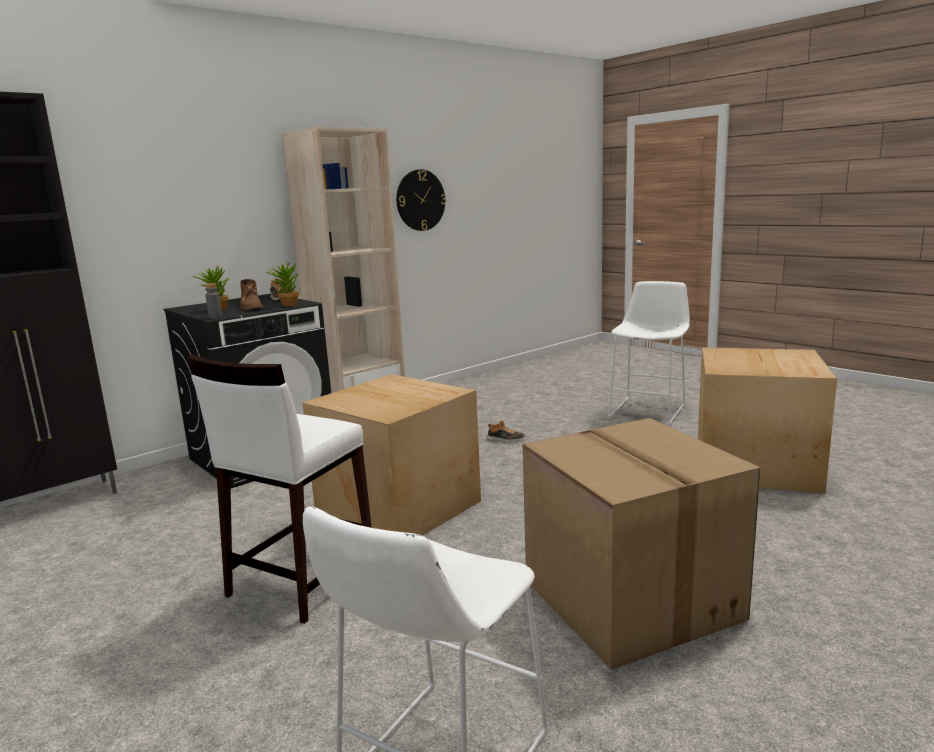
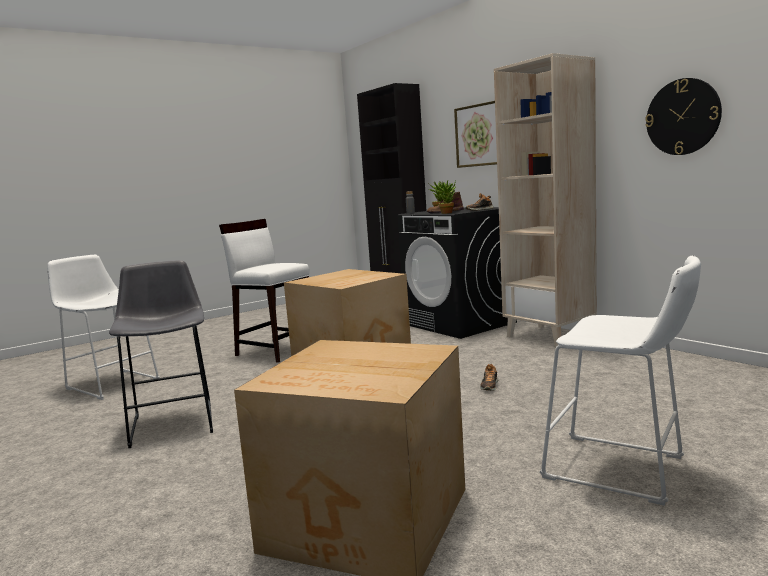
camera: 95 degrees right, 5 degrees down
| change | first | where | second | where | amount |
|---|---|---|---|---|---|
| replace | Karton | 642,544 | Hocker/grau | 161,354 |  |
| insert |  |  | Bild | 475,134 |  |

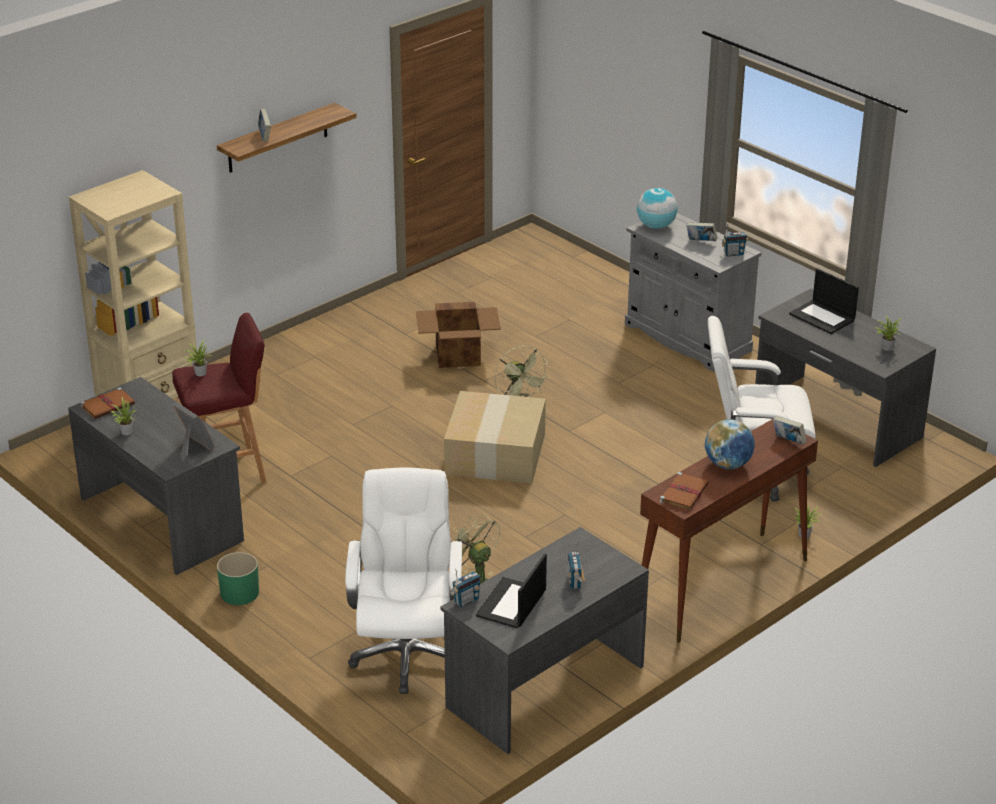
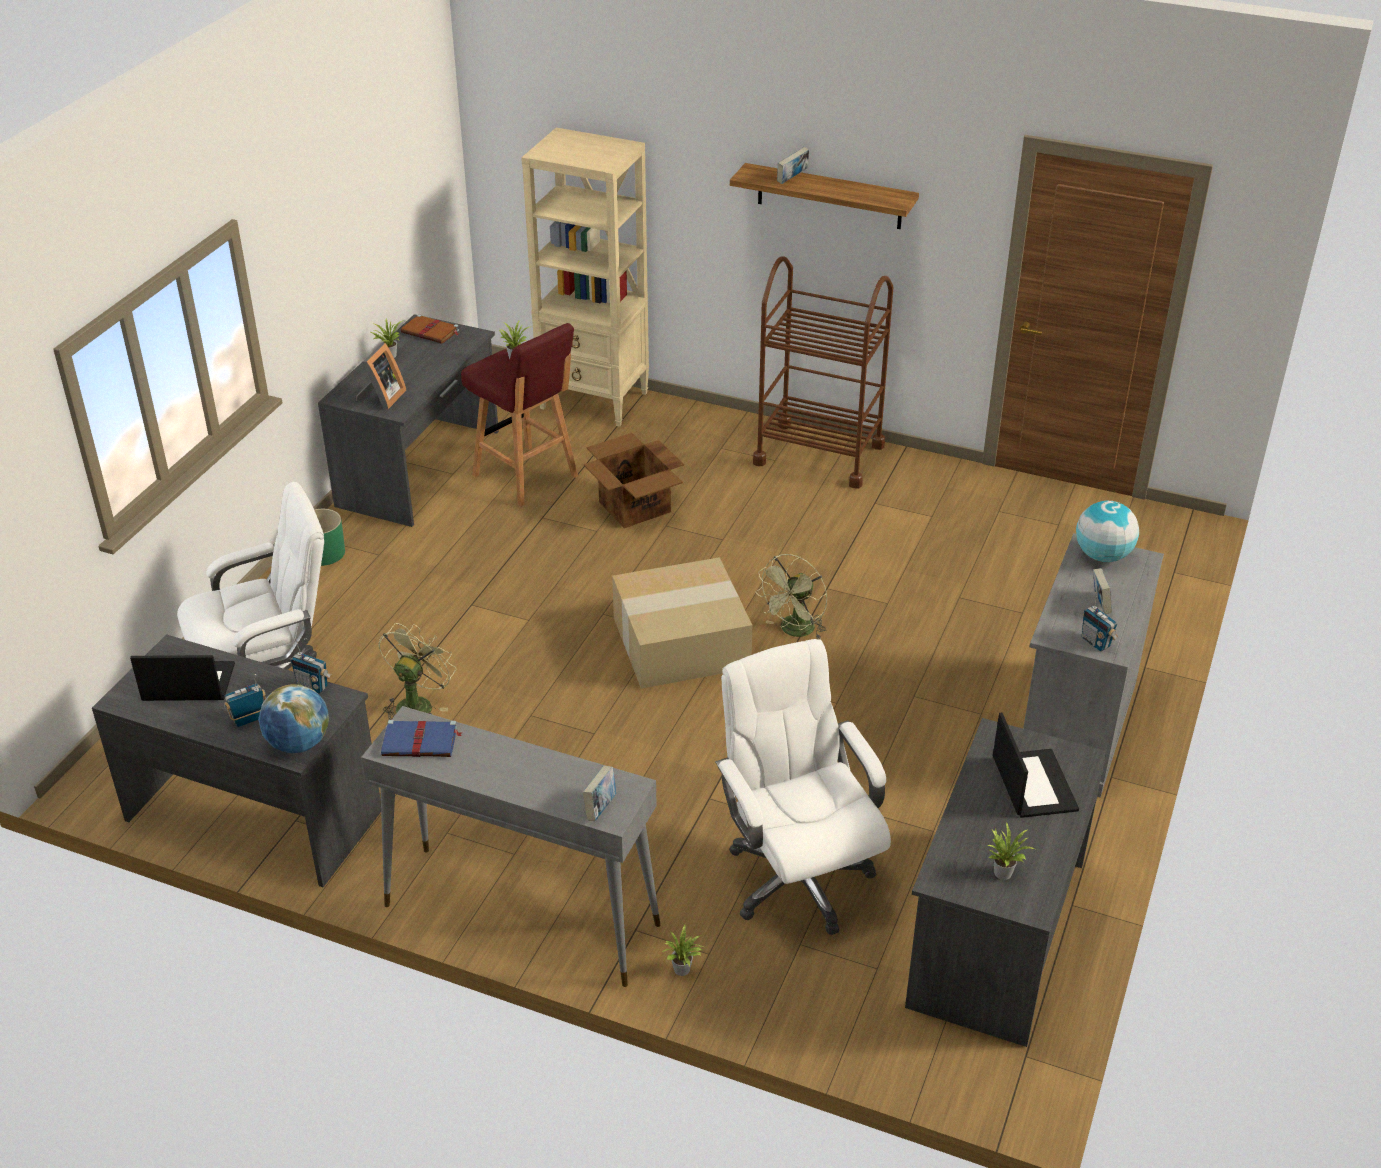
camera: 65 degrees right, 5 degrees up
| change | first | where | second | where | amount |
|---|---|---|---|---|---|
| rotate | Laptop | 824,301 |  | 1036,765 | 150 degrees clockwise |
| move | Karton | 458,335 |  | 634,480 |  |
| recolor | Konsolentisch/braun | 729,530 | Konsolentisch/grau | 510,846 |  |
| move | Globus | 730,444 |  | 293,718 |  |
| recolor | Buch/braun | 684,491 | Buch/blau | 421,738 |  |
| move | Radio | 465,588 |  | 310,666 |  |
| insert |  |  | Rollwagen/braun | 823,372 |  |

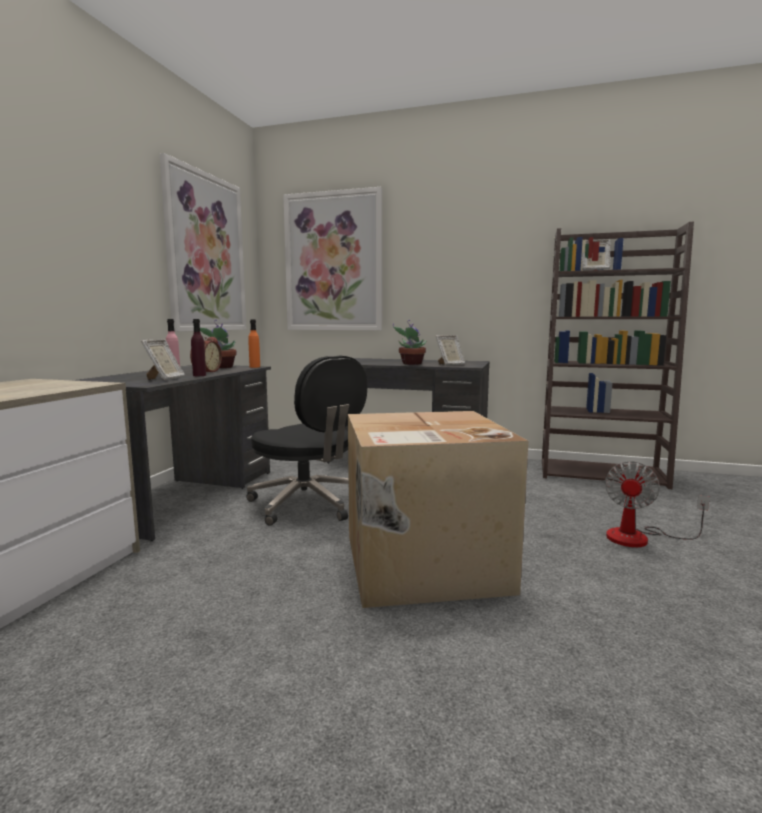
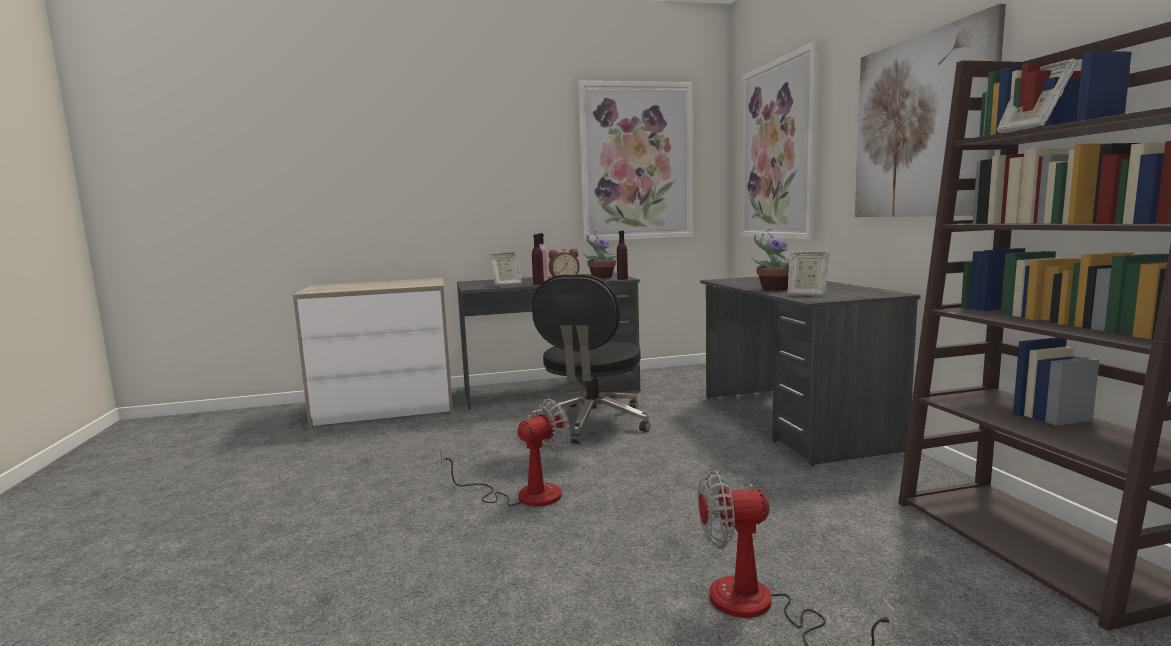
camera: 60 degrees right, 0 degrees up
| change | first | where | second | where | amount |
|---|---|---|---|---|---|
| recolor | Flasche/orange | 254,343 | Flasche/lila | 622,255 |  |
| replace | Karton | 438,509 | Ventilator | 505,452 |  |
| insert |  |  | Bild | 930,110 |  |

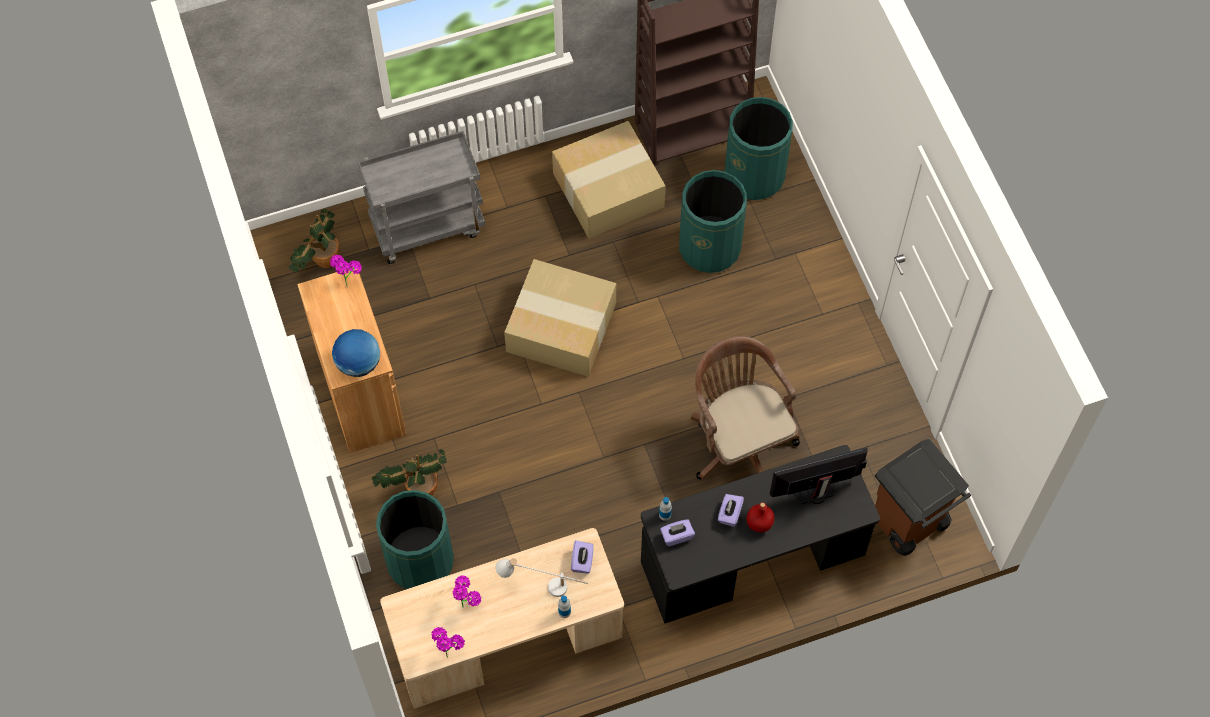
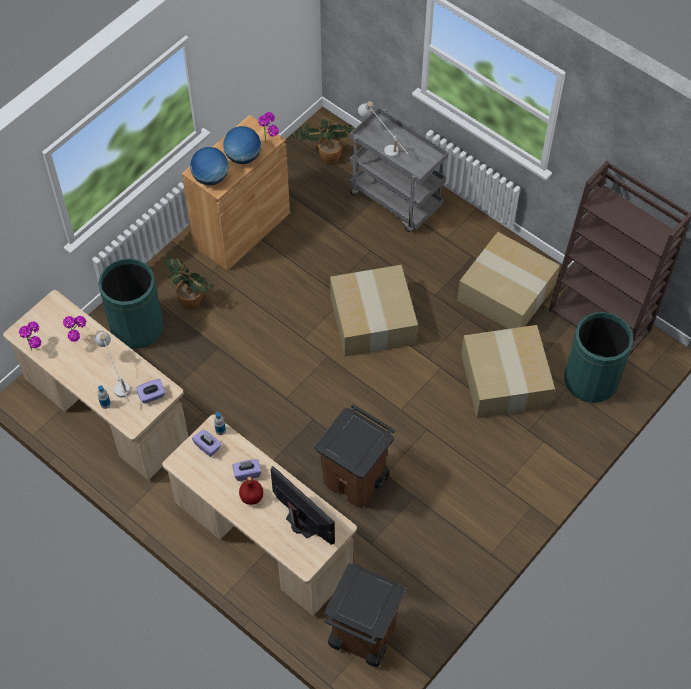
camera: 60 degrees right, 5 degrees down
| change | first | where | second | where | amount |
|---|---|---|---|---|---|
| replace | Mülleimer/grün | 713,221 | Karton | 508,371 |  |
| replace | Bürostuhl/braun | 745,408 | Mülleimer/braun | 354,456 |  |
| recolor | Schreibtisch/schwarz | 760,534 | Schreibtisch/beige | 259,515 |  |
| insert |  |  | Tischlampe/weiß | 383,129 |  |
| insert |  |  | Globus | 242,145 |  |

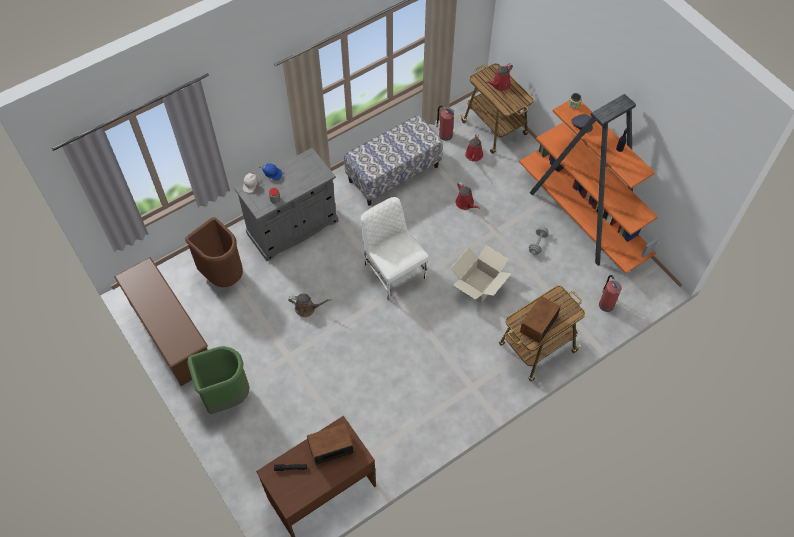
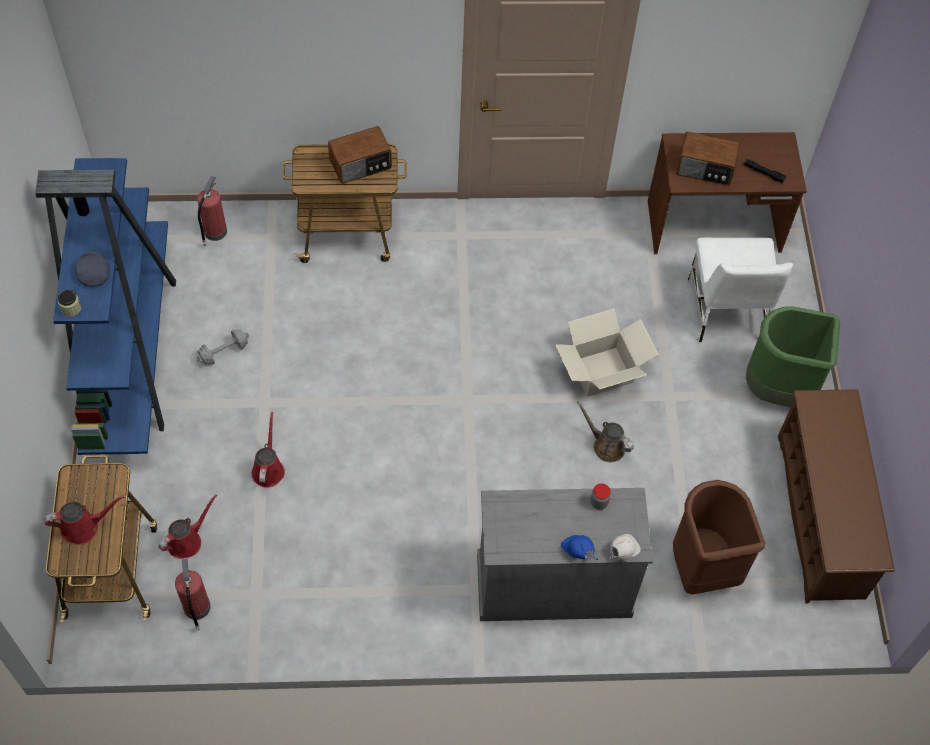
camera: 150 degrees left, 0 degrees up
| change | first | where | second | where | amount |
|---|---|---|---|---|---|
| recolor | Bücherregal/orange | 589,184 | Bücherregal/blau | 105,306 |  |
| delete | Bank | 393,160 |  |  |  |
| move | Stuhl/weiß | 395,249 |  | 740,290 |  |
| move | Karton | 481,274 |  | 607,353 |  |

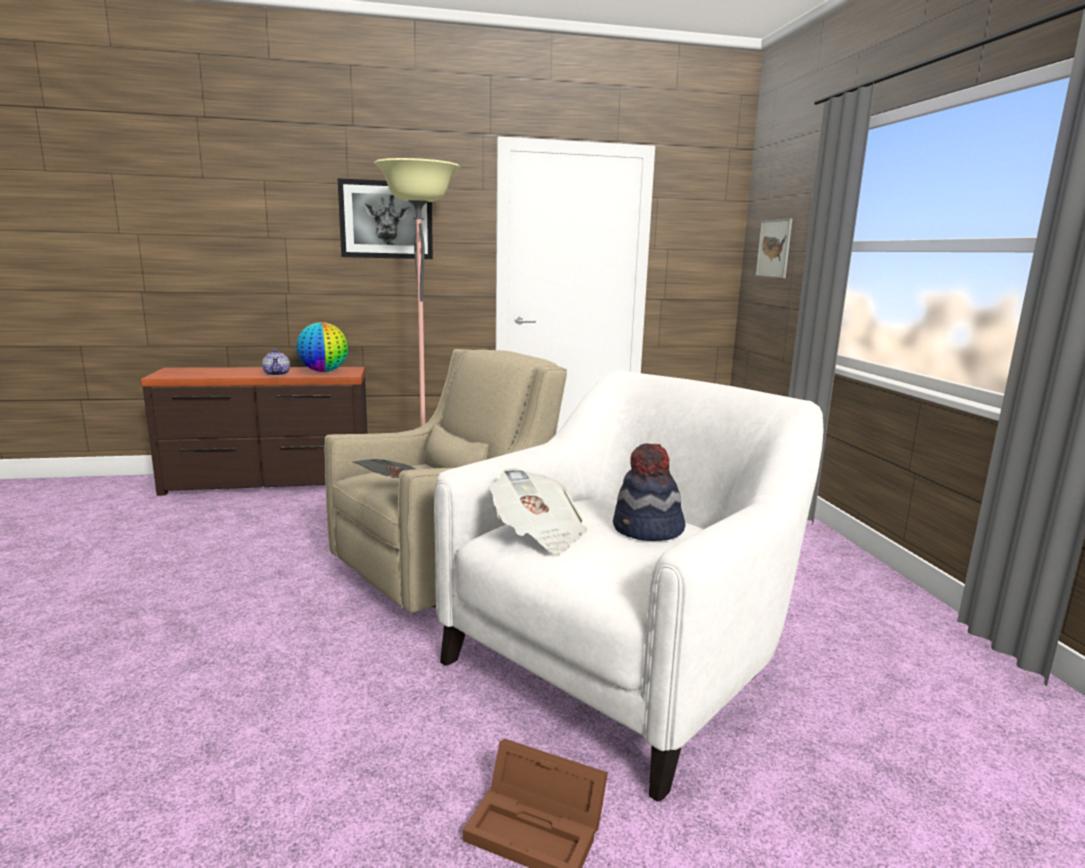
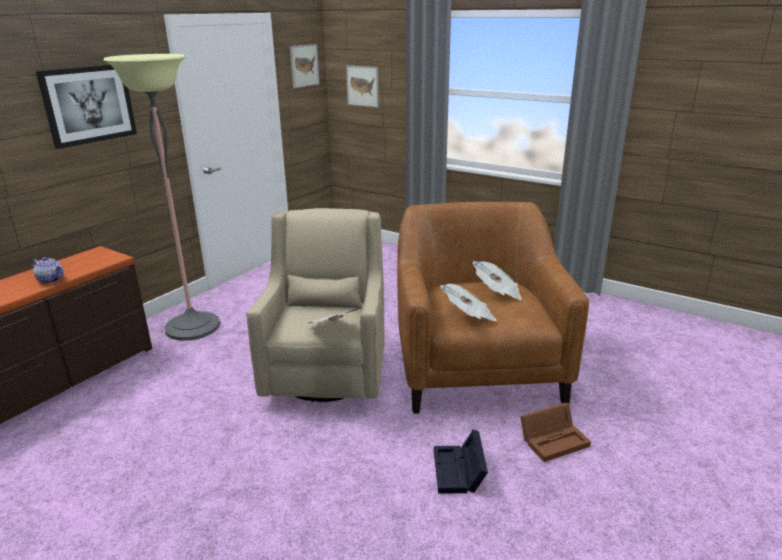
camera: 45 degrees left, 10 degrees up
| change | first | where | second | where | amount |
|---|---|---|---|---|---|
| delete | Globus | 322,347 |  |  |  |
| recolor | Sessel/weiß | 628,586 | Sessel/braun | 493,308 |  |
| replace | Hut | 649,492 | Zeitung | 497,280 |  |
| insert |  |  | Bild | 304,66 |  |
| insert |  |  | Aufbewahrungsbox/schwarz | 461,461 |  |

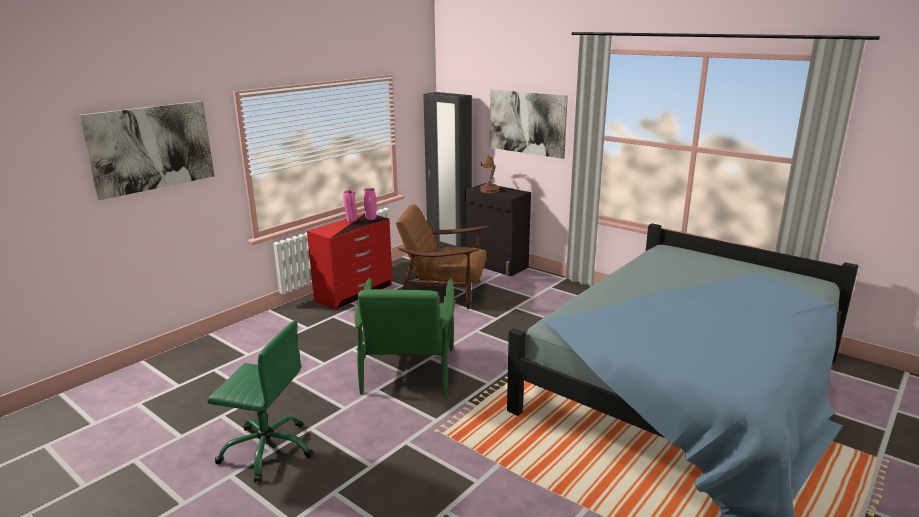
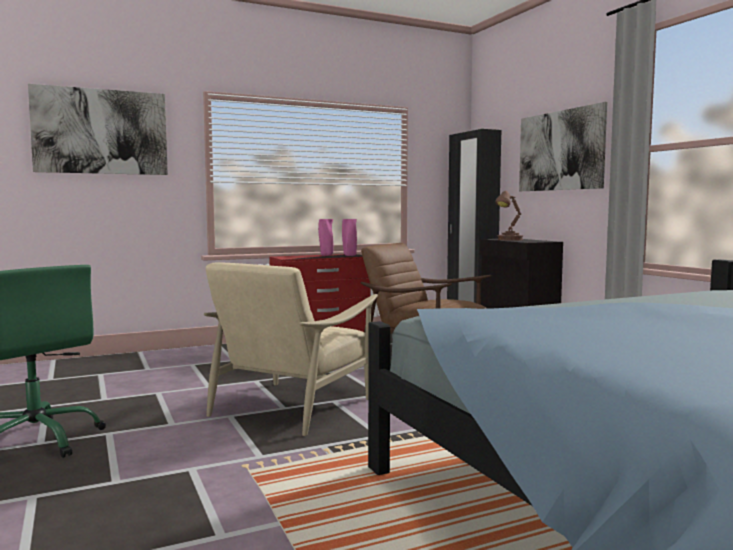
camera: 25 degrees right, 15 degrees down
| change | first | where | second | where | amount |
|---|---|---|---|---|---|
| recolor | Sessel/grün | 404,337 | Sessel/beige | 291,349 |  |

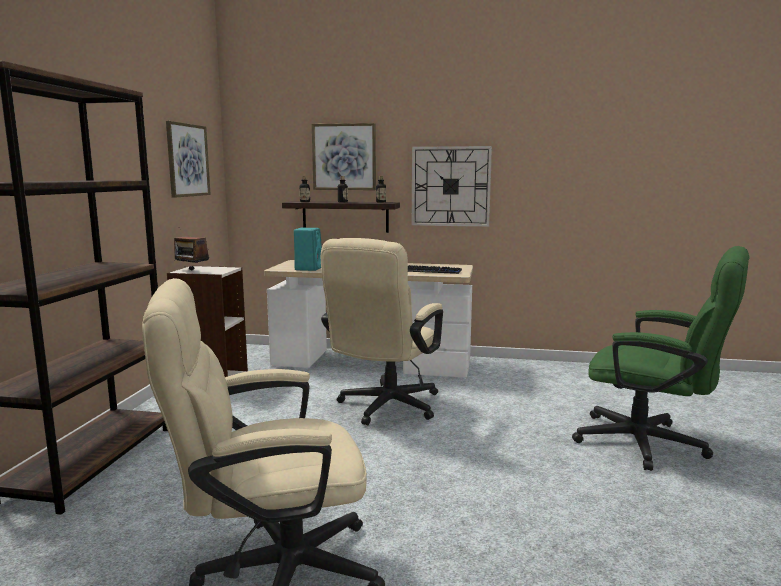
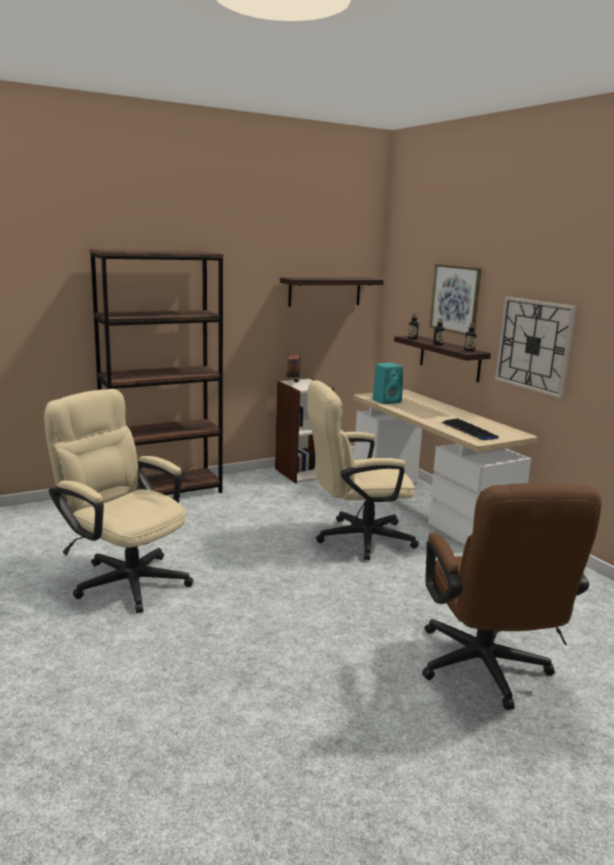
camera: 50 degrees right, 5 degrees up
| change | first | where | second | where | amount |
|---|---|---|---|---|---|
| replace | Bild | 188,159 | Wandregal | 332,292 |  |
| recolor | Bürostuhl/grün | 660,358 | Bürostuhl/braun | 512,596 |  |

